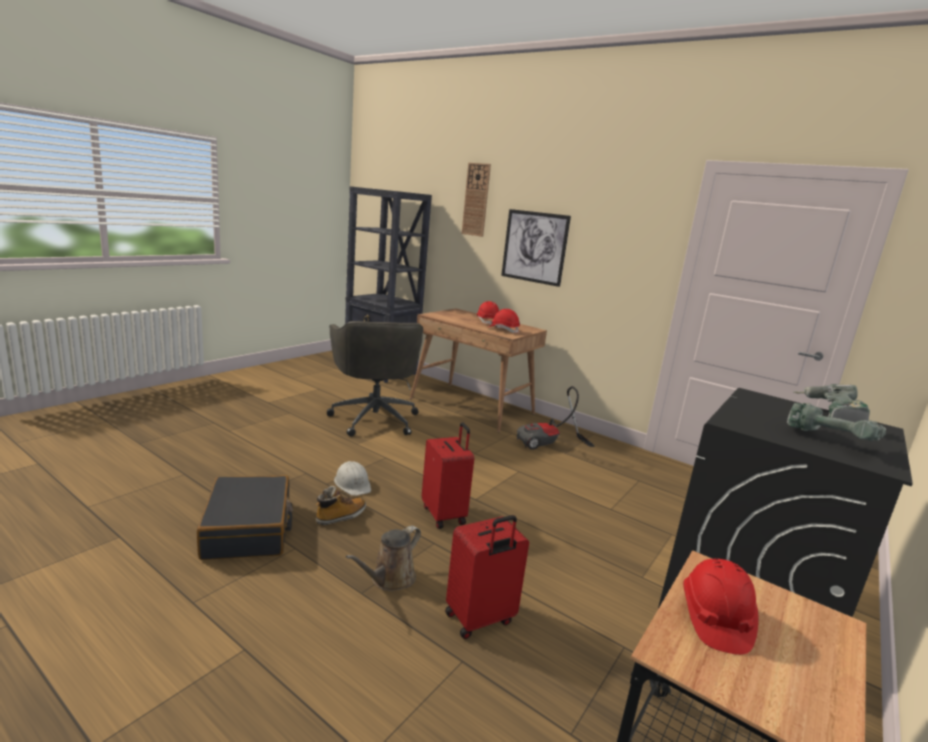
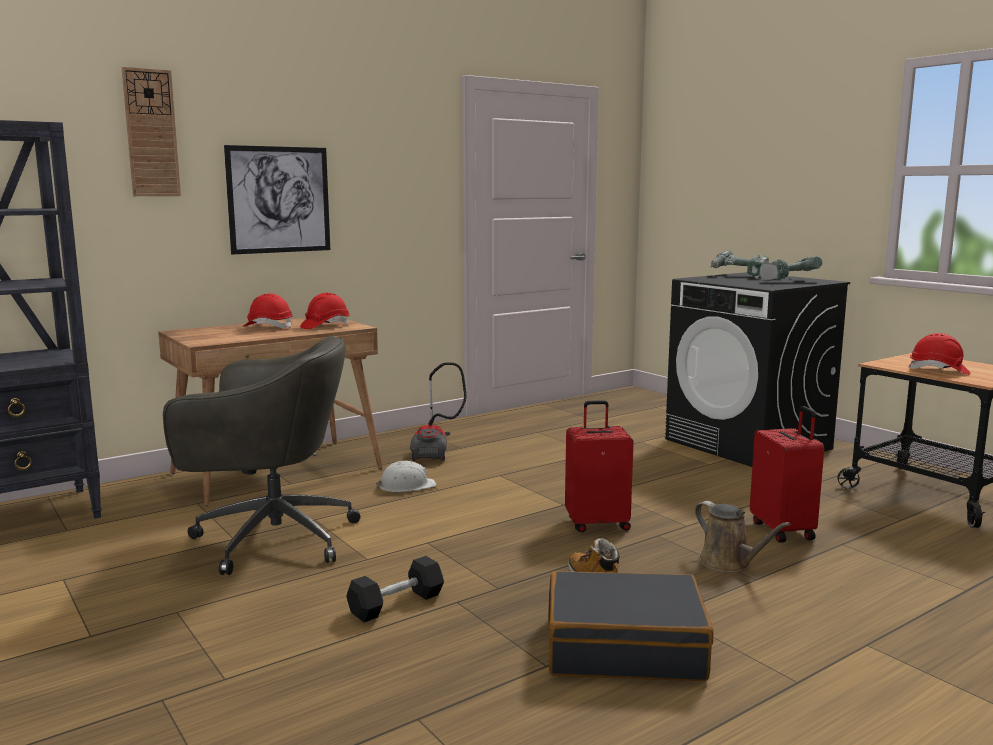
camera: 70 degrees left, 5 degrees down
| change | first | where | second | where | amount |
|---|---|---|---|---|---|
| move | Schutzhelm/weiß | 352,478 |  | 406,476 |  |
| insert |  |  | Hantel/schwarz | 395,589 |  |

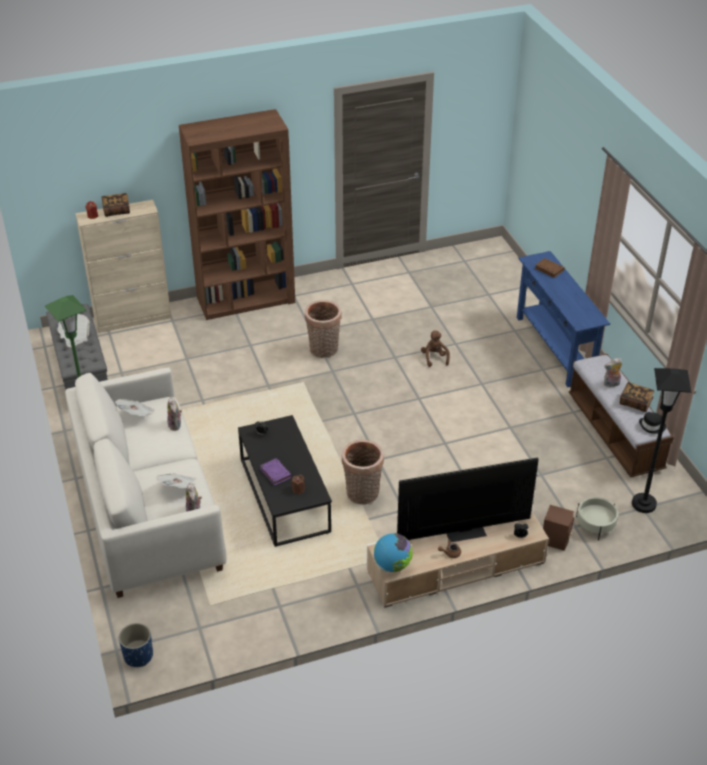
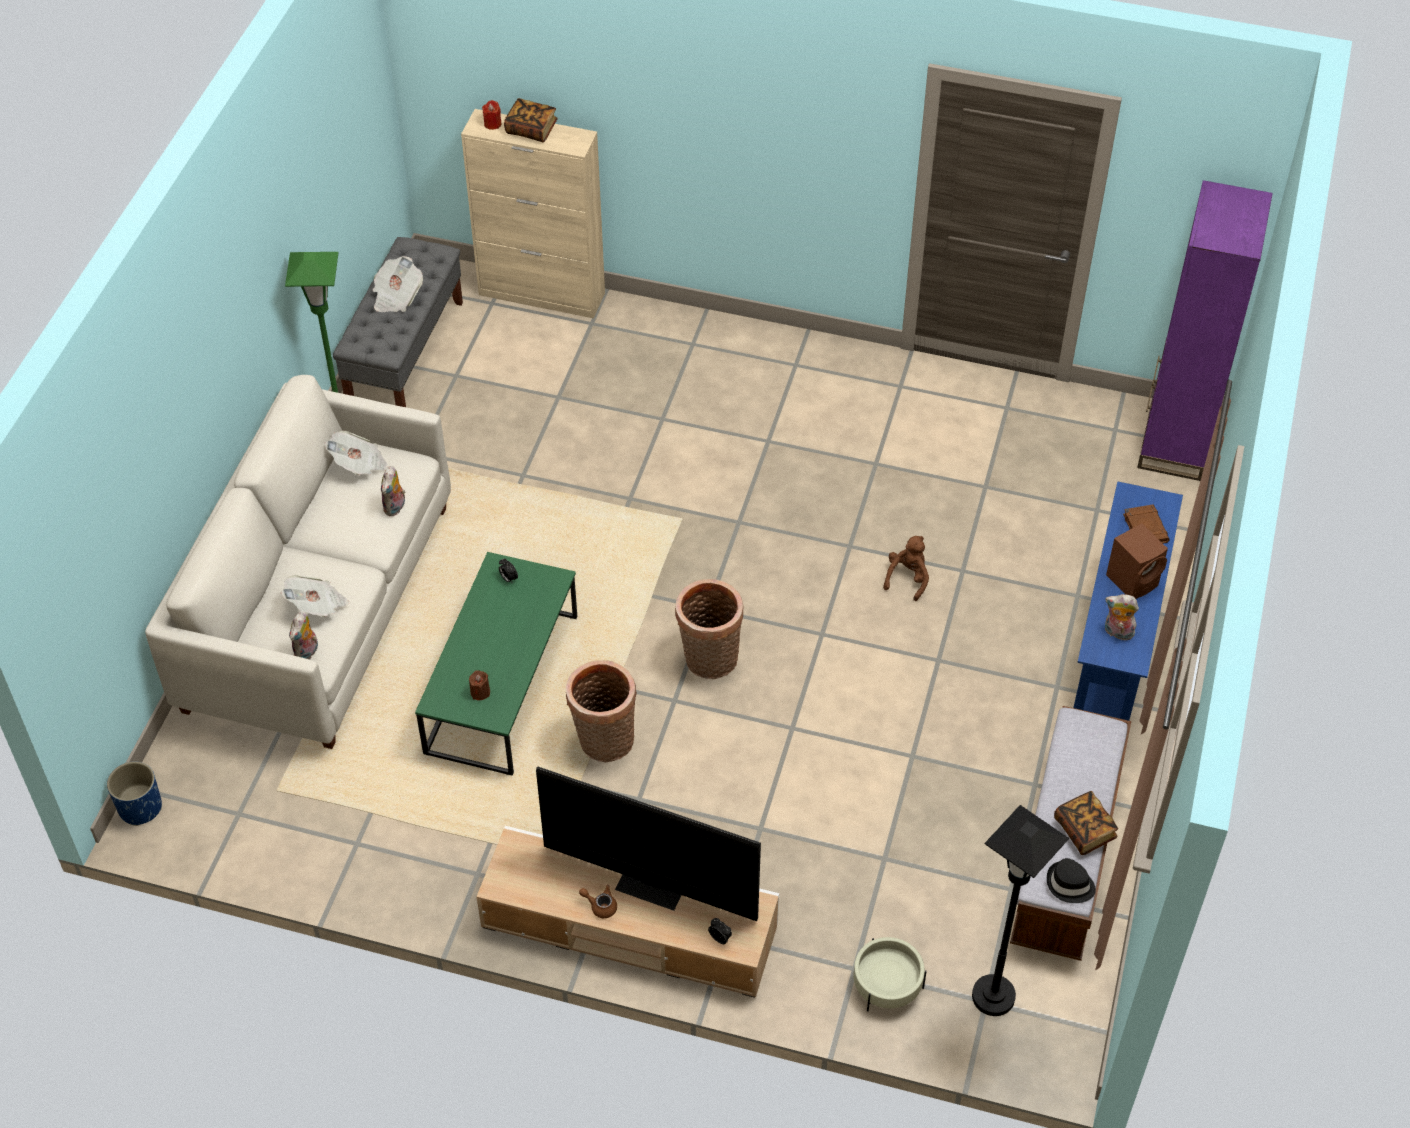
camera: 35 degrees right, 10 degrees up
| change | first | where | second | where | amount |
|---|---|---|---|---|---|
| delete | Bücherregal/braun | 237,214 |  |  |  |
| move | Korb | 323,329 |  | 709,629 |  |
| move | Plüschtier | 613,373 |  | 1122,617 |  |
| recolor | Couchtisch/schwarz | 285,481 | Couchtisch/grün | 496,664 |  |
| delete | Buch/lila | 276,471 |  |  |  |
| move | Lautsprecher/braun | 558,528 |  | 1137,561 |  |
| delete | Globus | 393,552 |  |  |  |
| insert |  |  | Bücherregal/lila | 1205,330 |  |

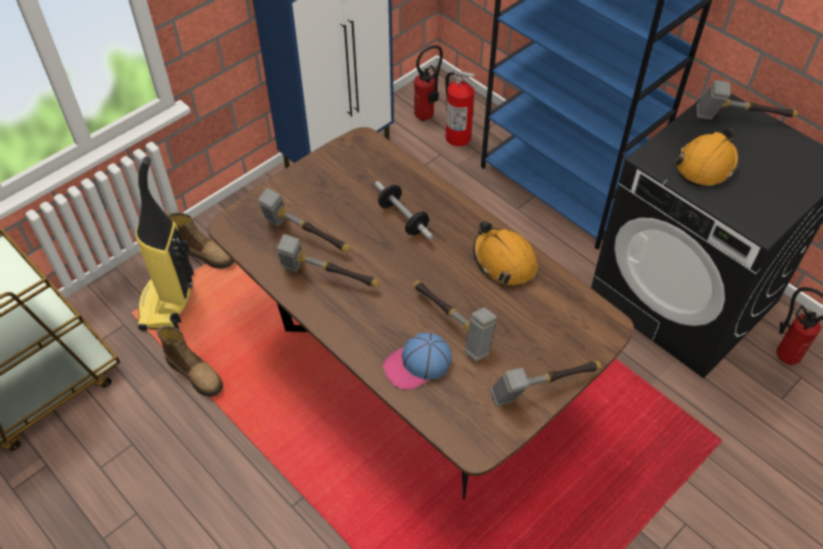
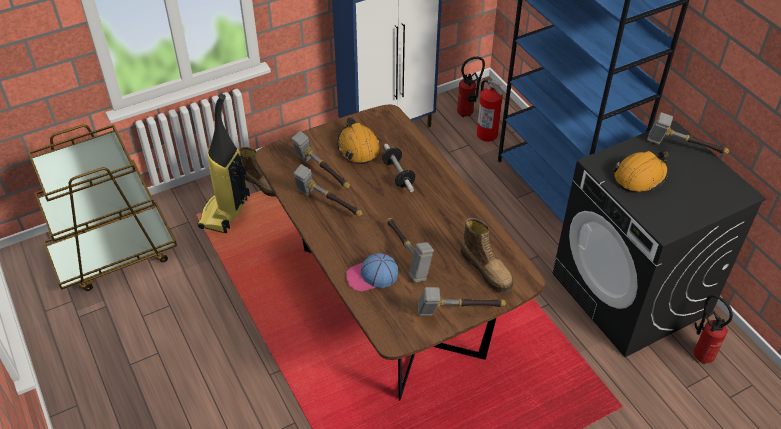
camera: 15 degrees right, 5 degrees down
| change | first | where | second | where | amount |
|---|---|---|---|---|---|
| move | Schutzhelm/orange | 505,253 |  | 358,140 |  |
| move | Stiefel | 190,361 |  | 486,255 |  |

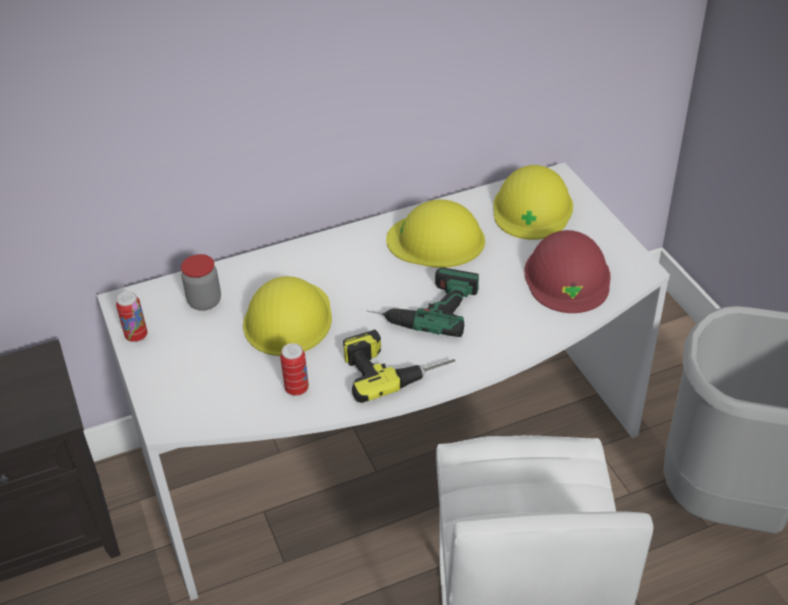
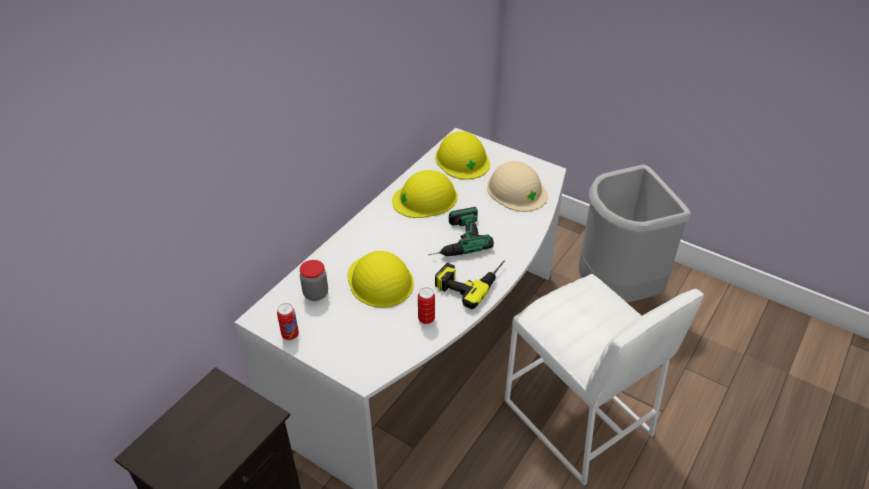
camera: 35 degrees left, 0 degrees up
| change | first | where | second | where | amount |
|---|---|---|---|---|---|
| recolor | Schutzhelm/rot | 567,271 | Schutzhelm/beige | 517,186 |  |

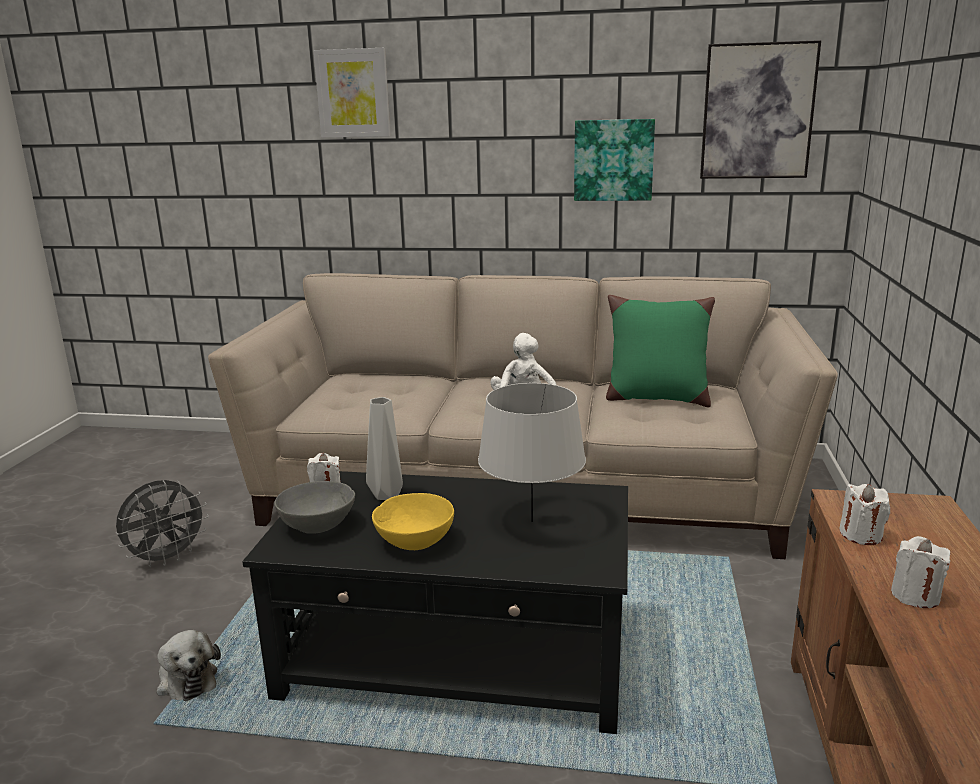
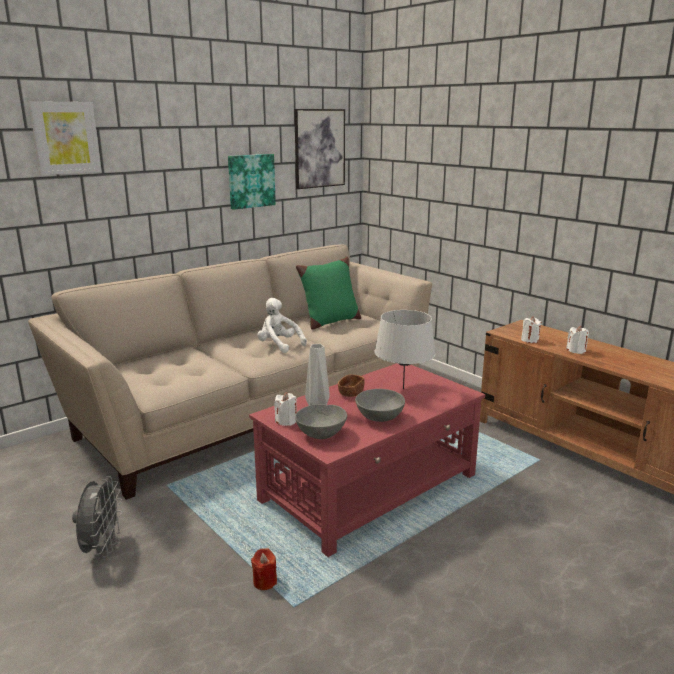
camera: 50 degrees left, 0 degrees up
| change | first | where | second | where | amount |
|---|---|---|---|---|---|
| recolor | Couchtisch/schwarz | 435,602 | Couchtisch/rot | 367,460 |  |
| recolor | Schüssel/gelb | 413,521 | Schüssel/grau | 380,405 |  |
| replace | Plüschtier | 188,665 | Kerze/rot | 264,569 |  |
| insert |  |  | Schüssel/braun | 351,385 |  |

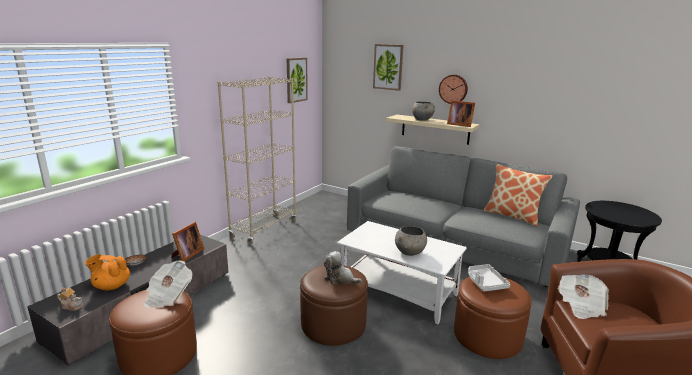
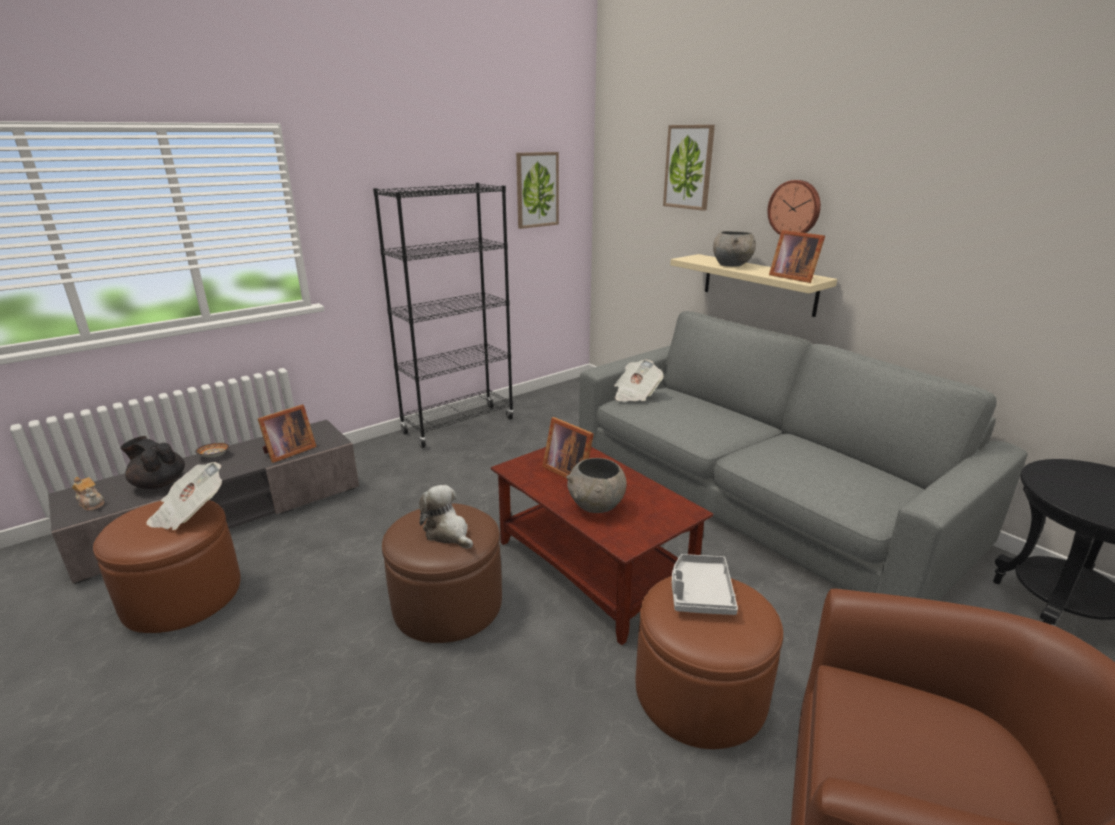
camera: 20 degrees right, 5 degrees up
| change | first | where | second | where | amount |
|---|---|---|---|---|---|
| recolor | Bücherregal/beige | 257,161 | Bücherregal/schwarz | 443,315 |  |
| delete | Kissen | 518,195 |  |  |  |
| recolor | Couchtisch/weiß | 402,272 | Couchtisch/braun | 602,546 |  |
| recolor | Teekanne/orange | 107,272 | Teekanne/schwarz | 152,462 |  |
| move | Zeitung | 583,296 |  | 639,381 |  |
| insert |  |  | Bilderrahmen | 568,448 |  |

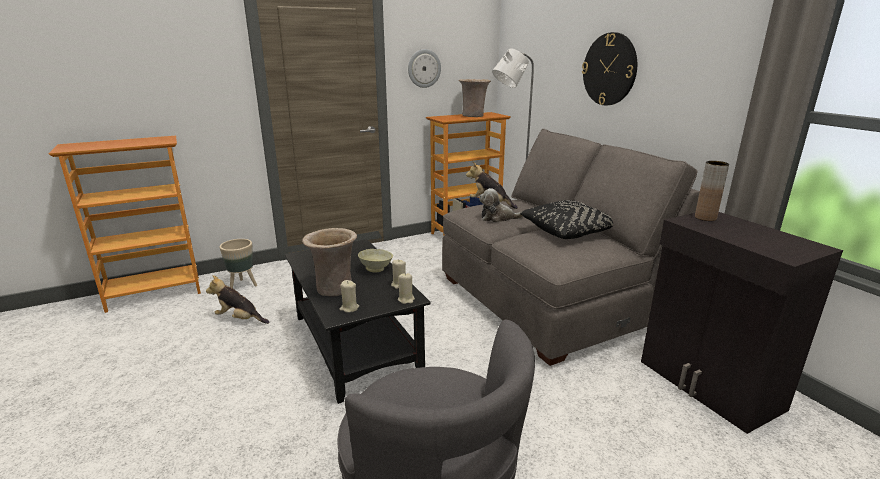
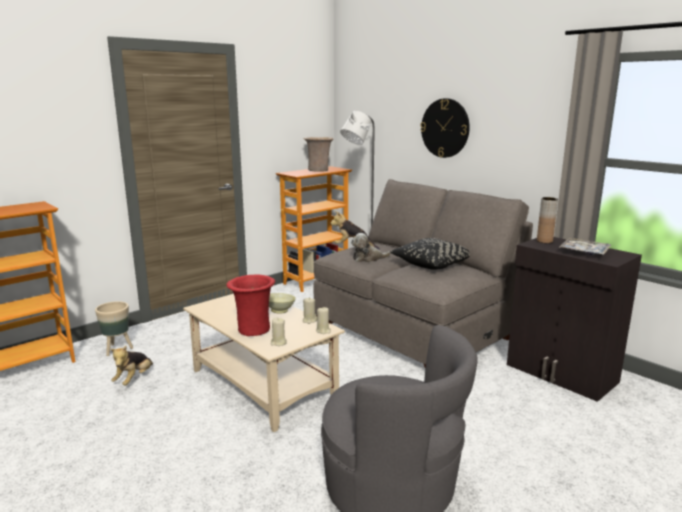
camera: 15 degrees left, 5 degrees down
| change | first | where | second | where | amount |
|---|---|---|---|---|---|
| delete | Wanduhr | 424,68 |  |  |  |
| recolor | Vase/beige | 329,262 | Vase/rot | 250,305 |  |
| recolor | Couchtisch/schwarz | 358,321 | Couchtisch/beige | 264,363 |  |
| rotate | Plüschtier | 237,299 |  | 131,365 | 75 degrees counterclockwise |
| insert |  |  | Tablett | 585,246 |  |

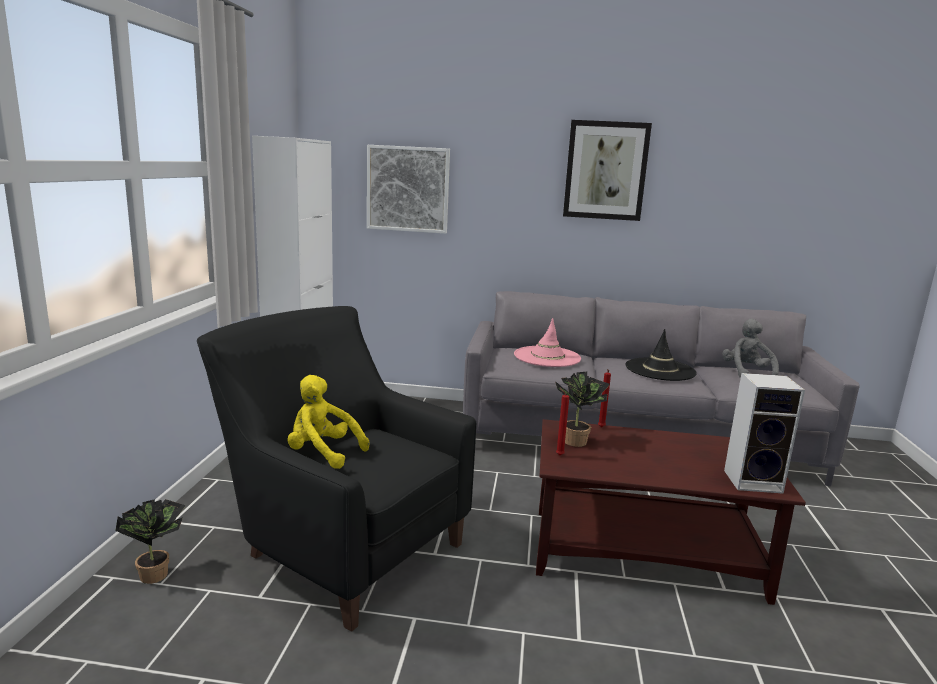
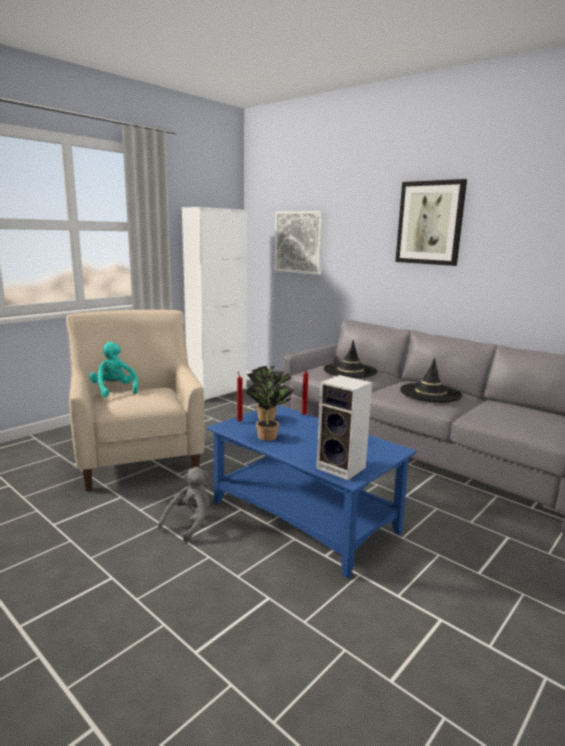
camera: 35 degrees right, 0 degrees up
| change | first | where | second | where | amount |
|---|---|---|---|---|---|
| recolor | Sessel/schwarz | 336,469 | Sessel/beige | 135,400 |  |
| recolor | Hut/rosa | 547,342 | Hut/schwarz | 350,359 |  |
| move | Plüschtier/grau | 750,348 |  | 183,505 |  |
| recolor | Plüschtier/gelb | 329,422 | Plüschtier/türkis | 113,369 |  |
| recolor | Couchtisch/braun | 671,512 | Couchtisch/blau | 311,491 |  |
| move | Topfpflanze | 150,541 |  | 270,410 |  |

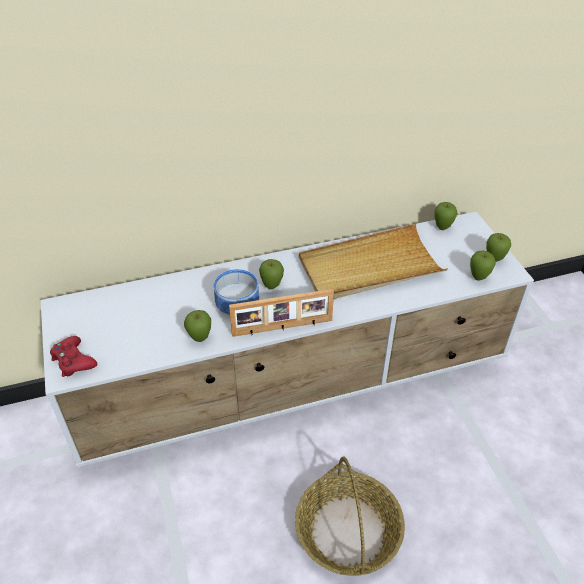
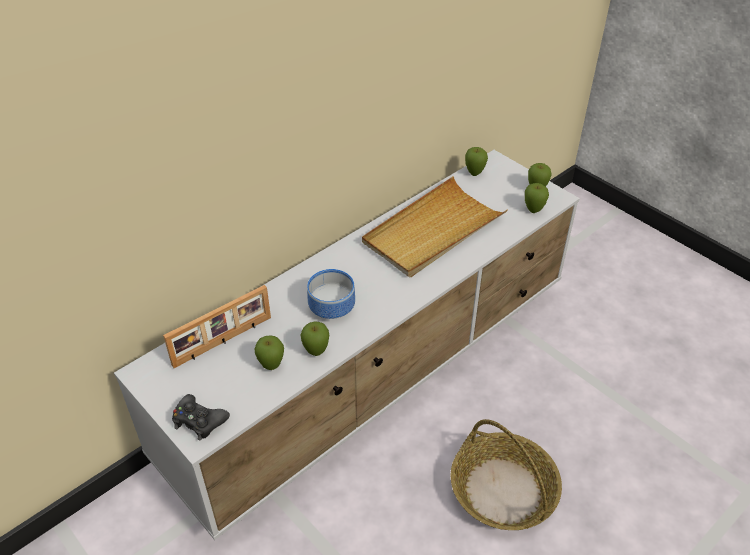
camera: 25 degrees left, 0 degrees up
| change | first | where | second | where | amount |
|---|---|---|---|---|---|
| move | Apfel | 271,274 |  | 269,352 |  |
| move | Bilderrahmen | 281,313 |  | 217,326 |  |
| recolor | Gamepad/rot | 73,356 | Gamepad/schwarz | 201,417 |  |

